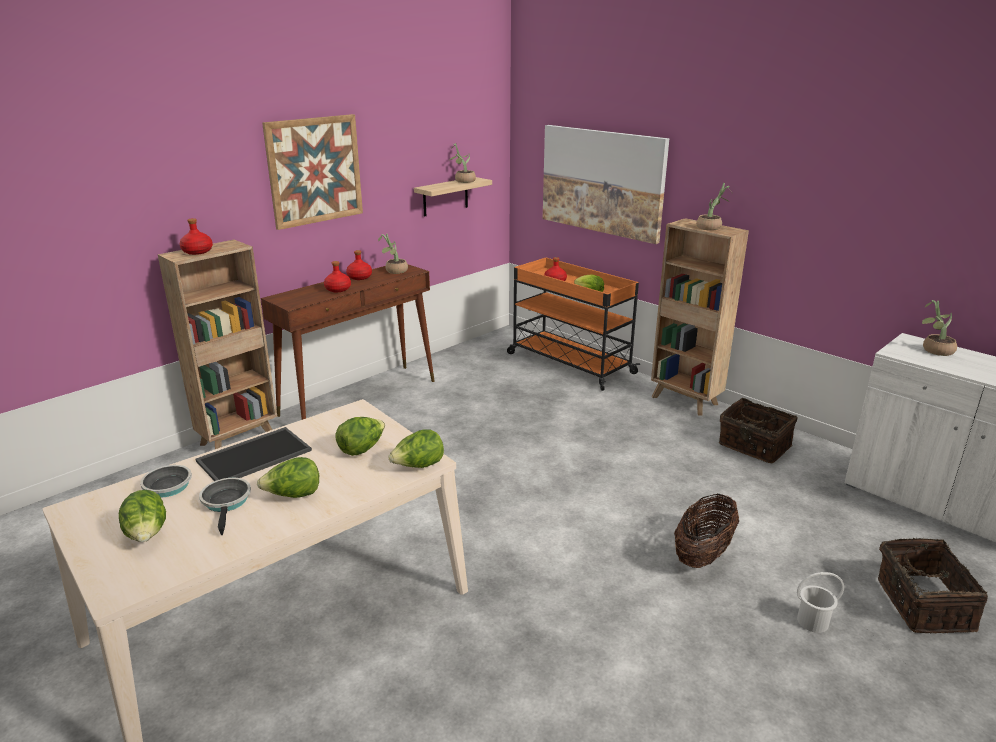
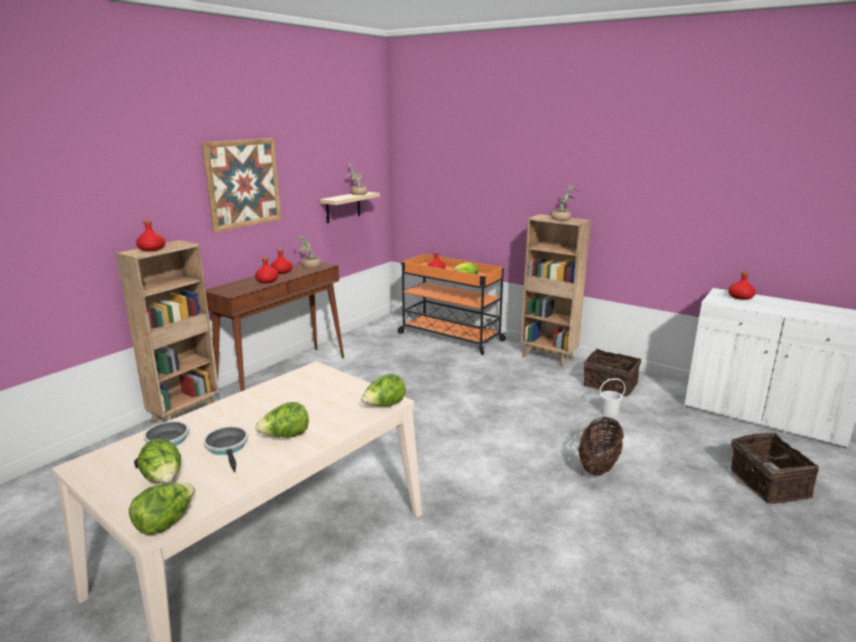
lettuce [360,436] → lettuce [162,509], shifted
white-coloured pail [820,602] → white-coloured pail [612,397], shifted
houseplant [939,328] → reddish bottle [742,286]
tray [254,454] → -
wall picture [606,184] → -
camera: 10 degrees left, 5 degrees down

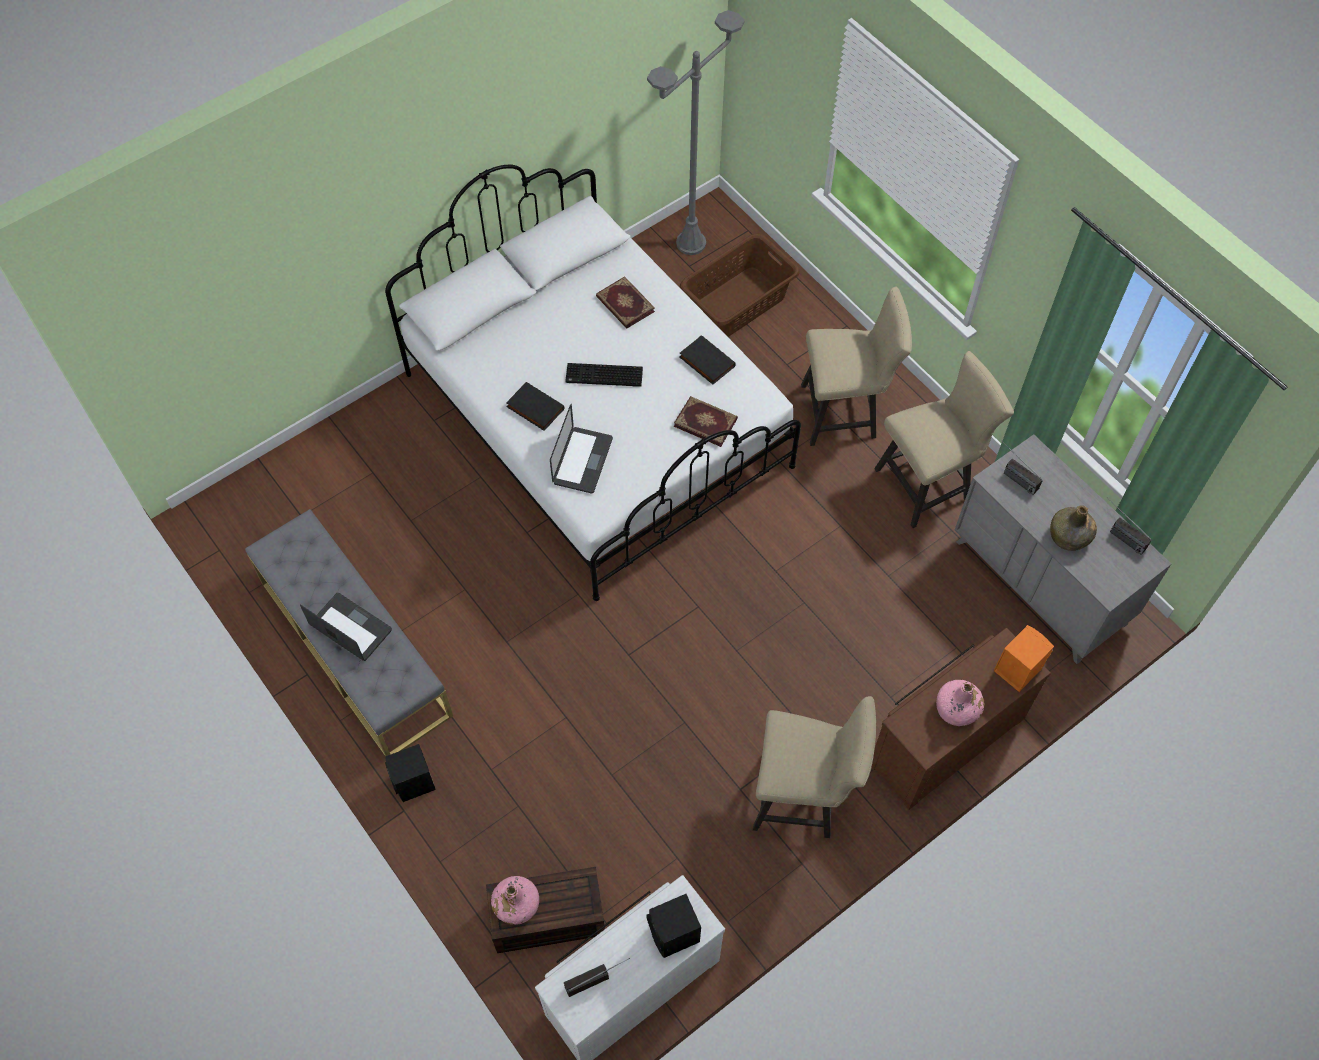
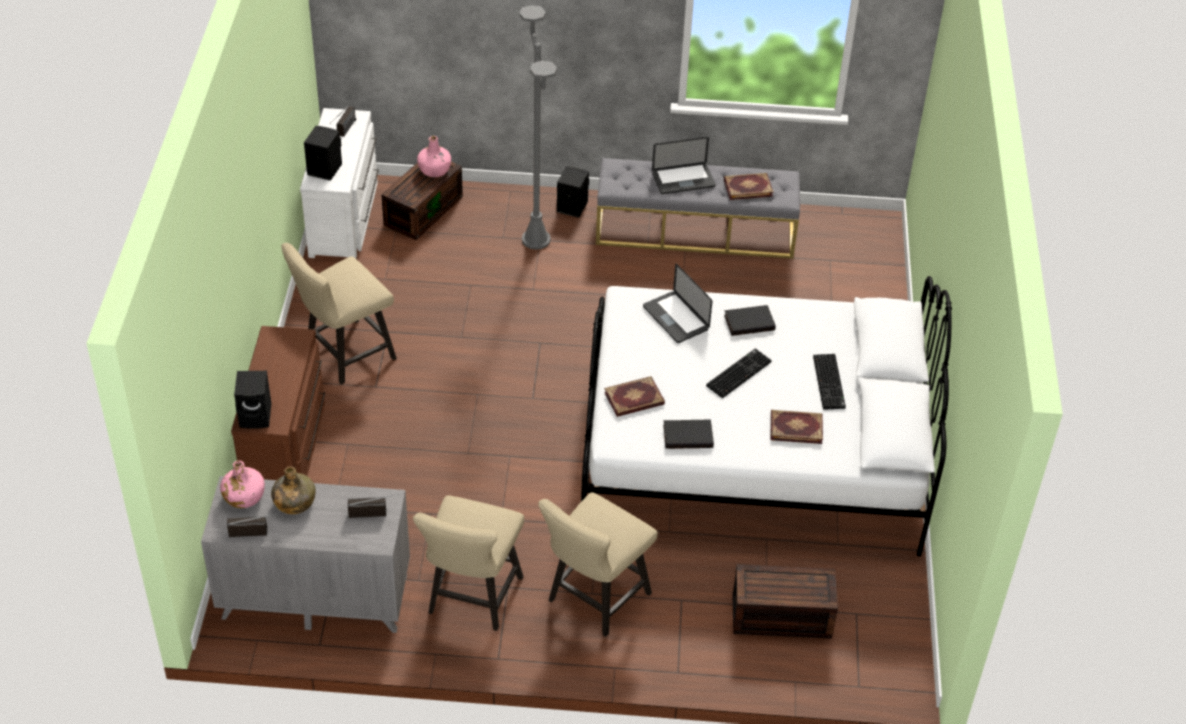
pink bottle [960,703] → pink bottle [242,484], shifted
orangey speaker [1024,658] → black speaker [252,400]
gray floor lamp [696,132] → gray floor lamp [538,127], shifted
- → bound book [749,186]
brownish hamper [740,285] → brownish storage container [785,601]
- → keyboard [829,382]
camera: 130 degrees right, 15 degrees down

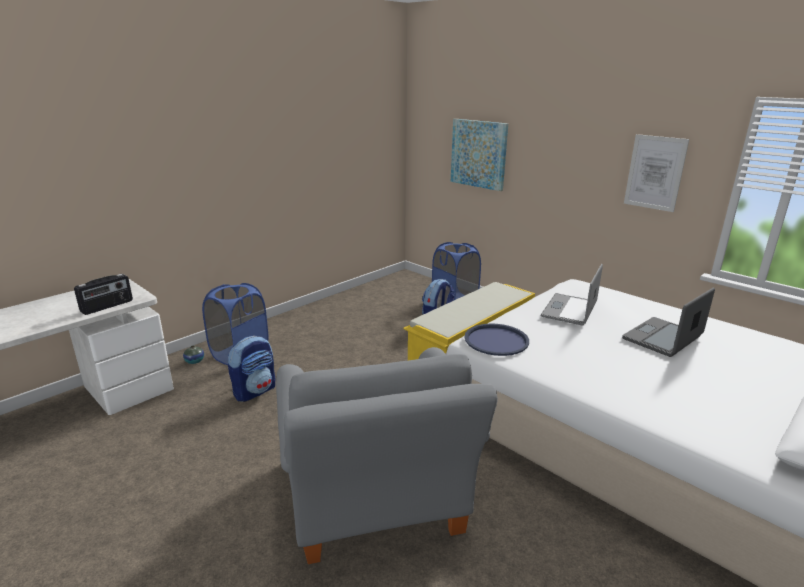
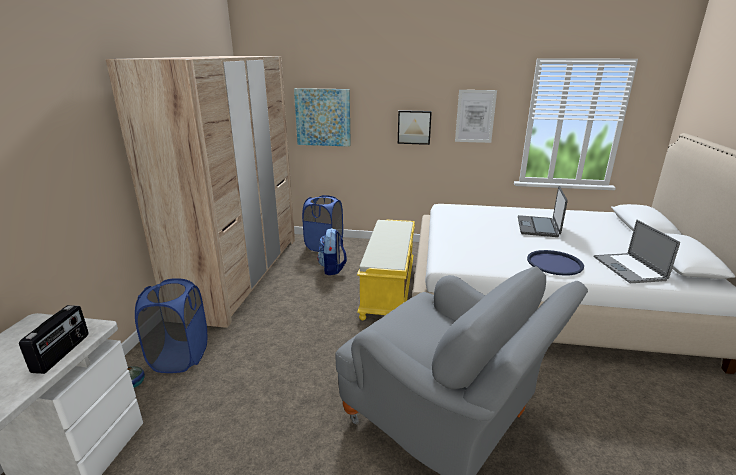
- → beige-coloured clothes cupboard [200,192]
- → wall picture [415,127]
blue-coloured tray [497,339] → blue-coloured tray [555,263], shifted
portable computer [572,295] → portable computer [636,251], shifted
backpack [252,369] → -
camera: 35 degrees left, 0 degrees up

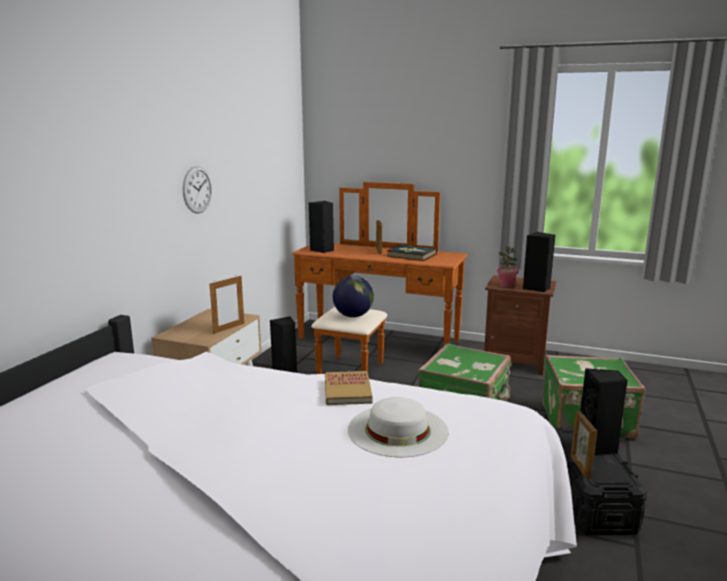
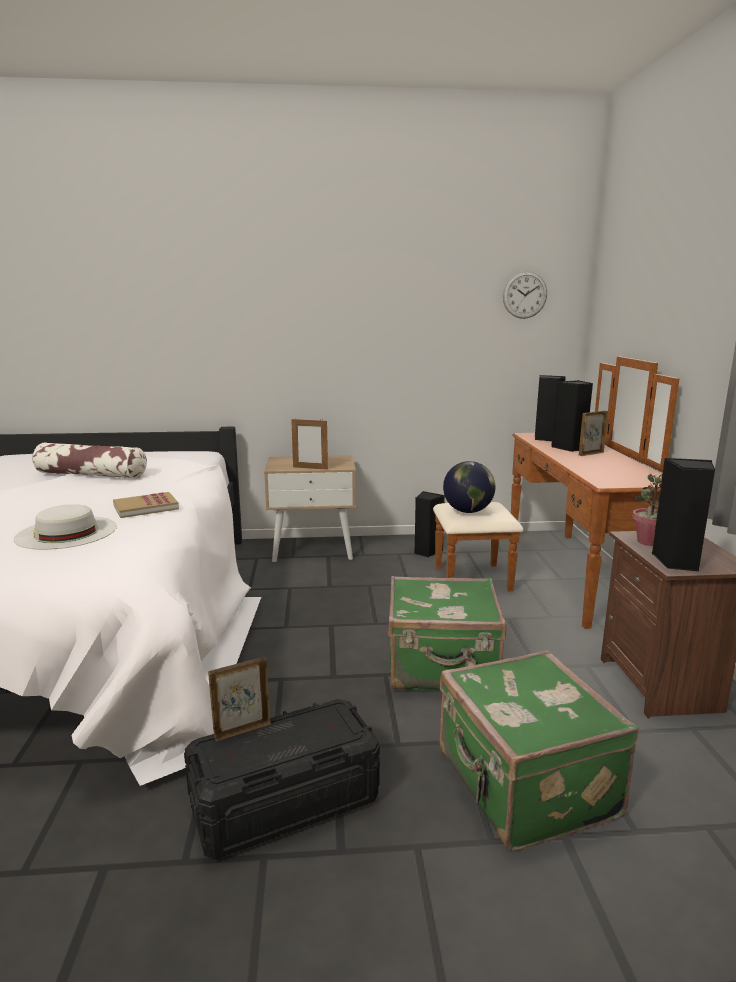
- → throw pillow [89,460]
hanging clock [197,190] → hanging clock [525,295], shifted
black speaker [604,412] → black speaker [572,416], shifted
bound book [412,253] → -
camera: 65 degrees right, 0 degrees up

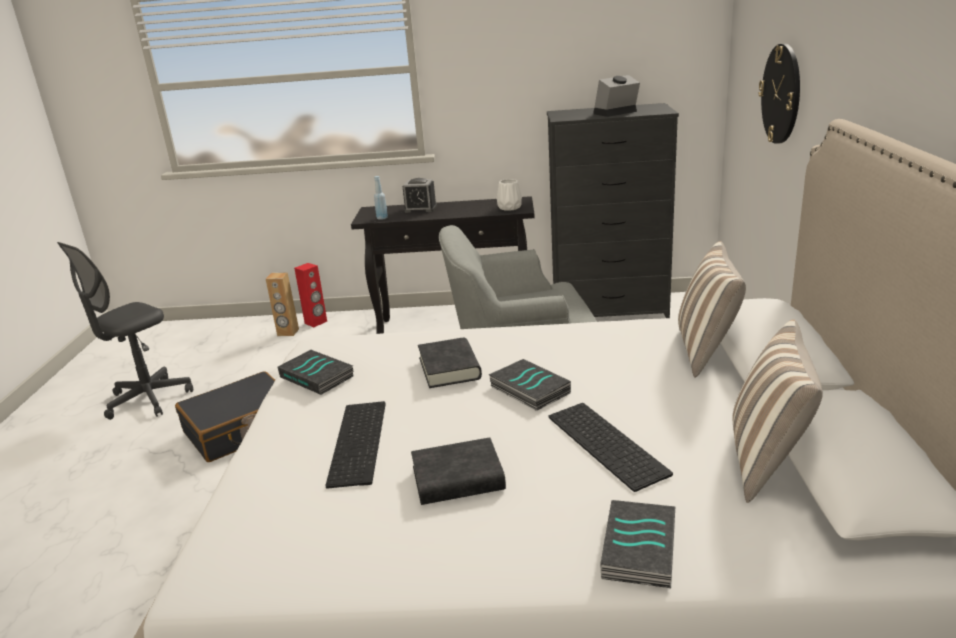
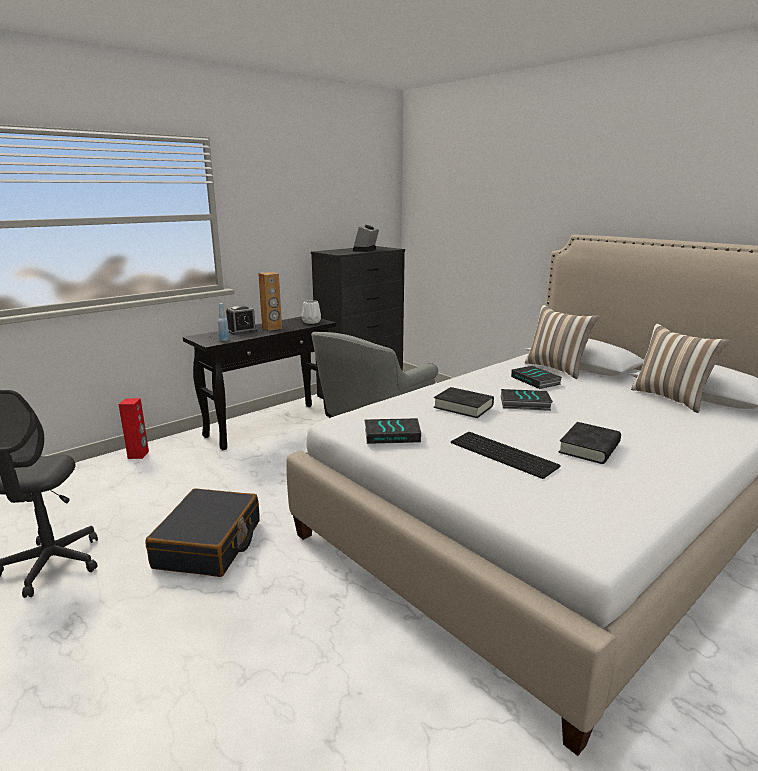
brownish speaker [282,304] → brownish speaker [270,301], shifted
bound book [637,544] → bound book [536,377], shifted
keyboard [611,447] → -
hanging clock [779,94] → -
camera: 45 degrees left, 5 degrees down

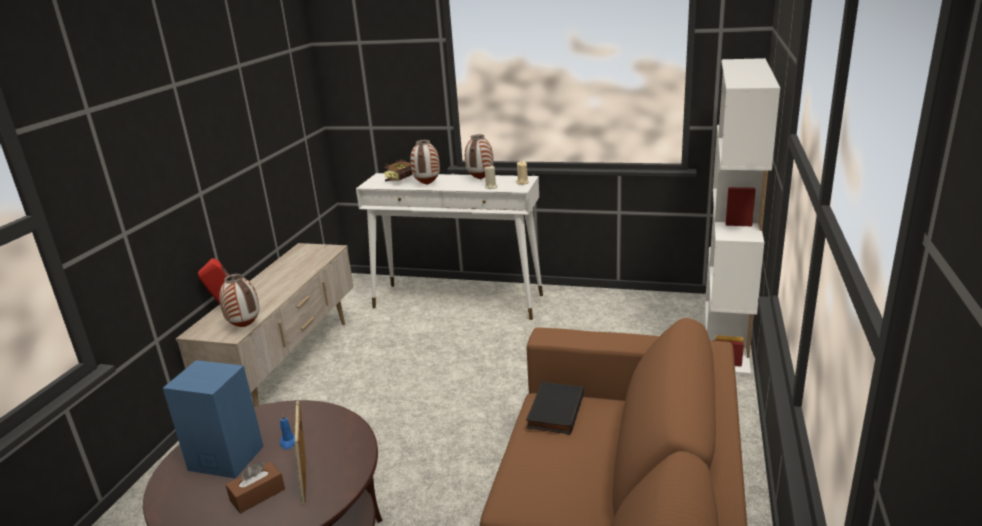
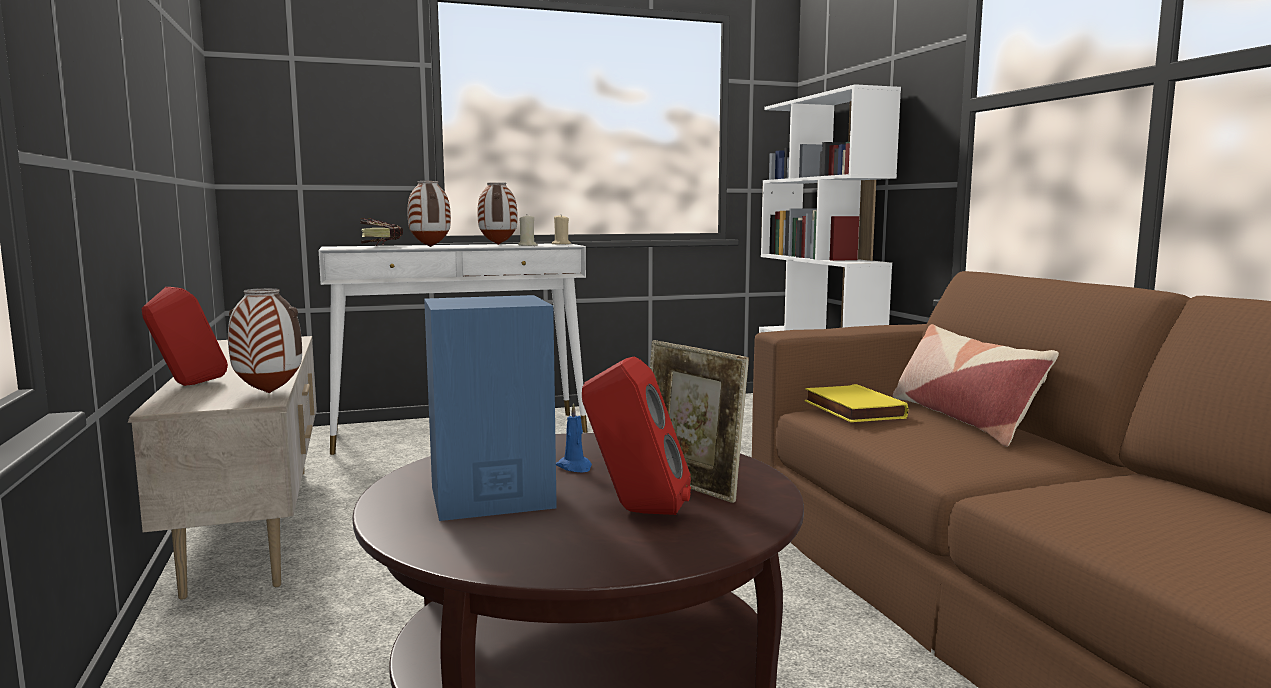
brownish tissue box [255,487] → reddish speaker [636,436]
black bound book [555,408] → yellow-coloured bound book [856,403]
- → throw pillow [976,385]
camera: 35 degrees left, 15 degrees down

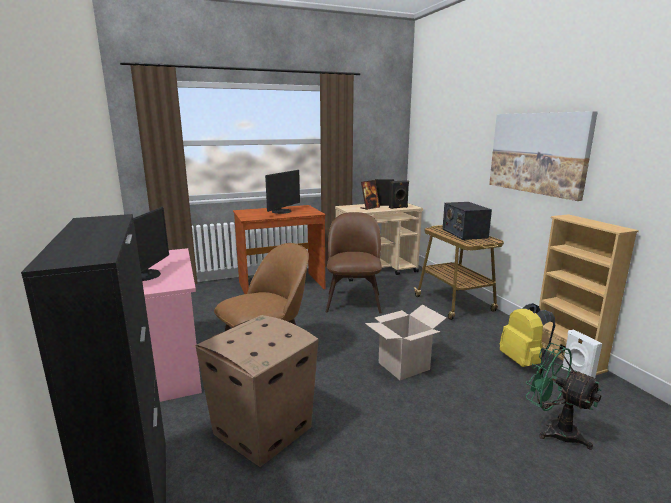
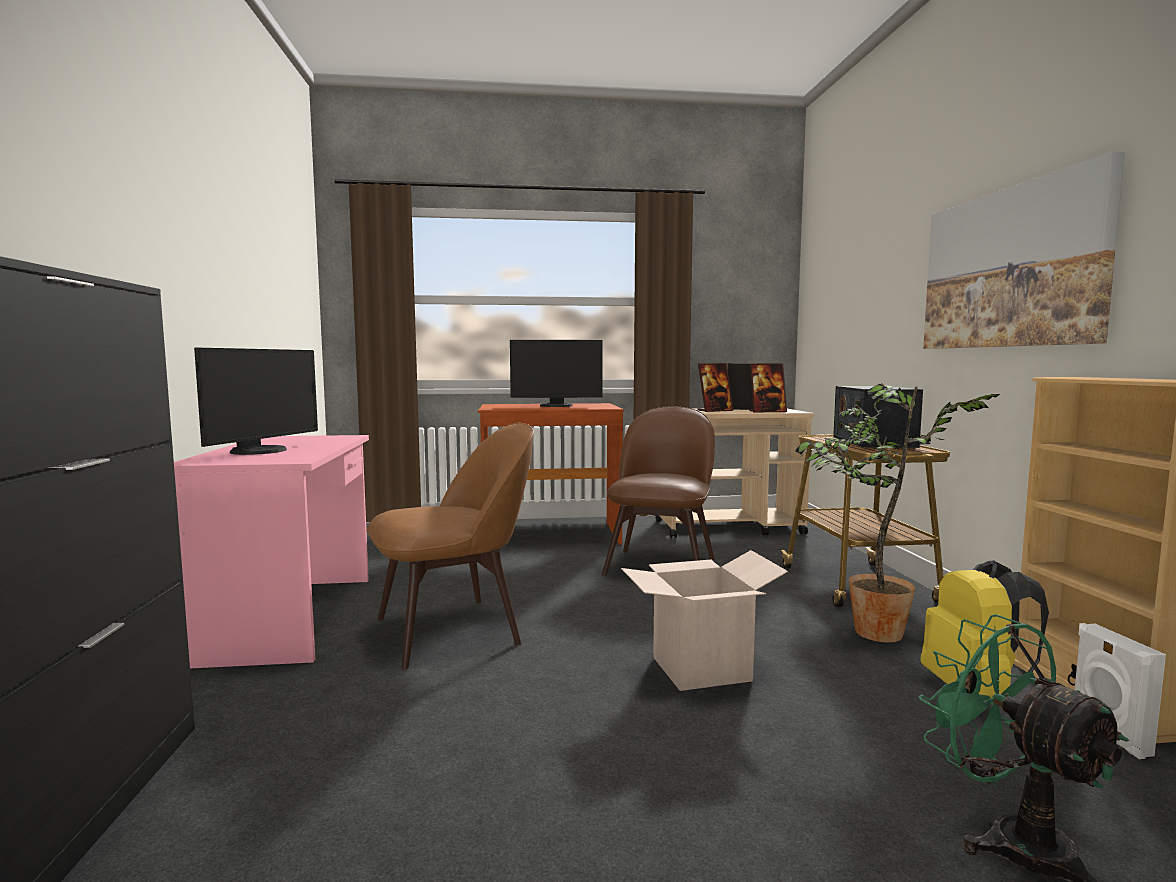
monitor [282,192] → monitor [556,373], 45 degrees clockwise
black speaker [399,194] → standing frame [768,387]
- → houseplant [897,512]
carton [257,391] → -
camera: 15 degrees right, 10 degrees down

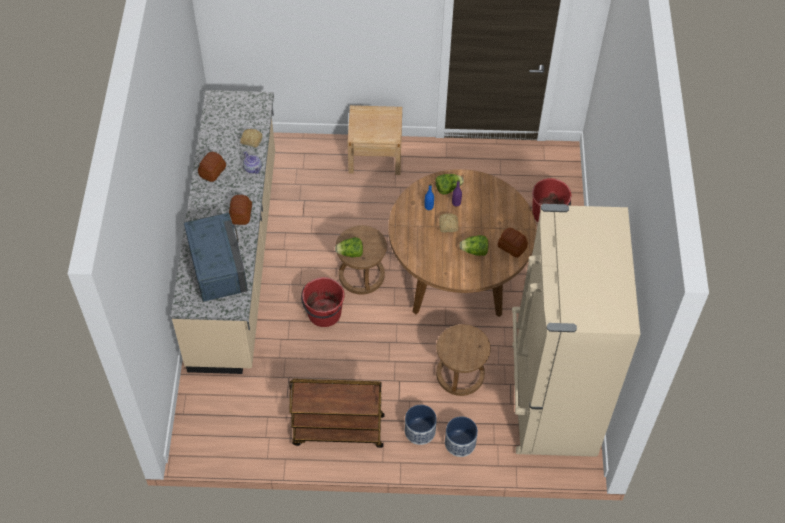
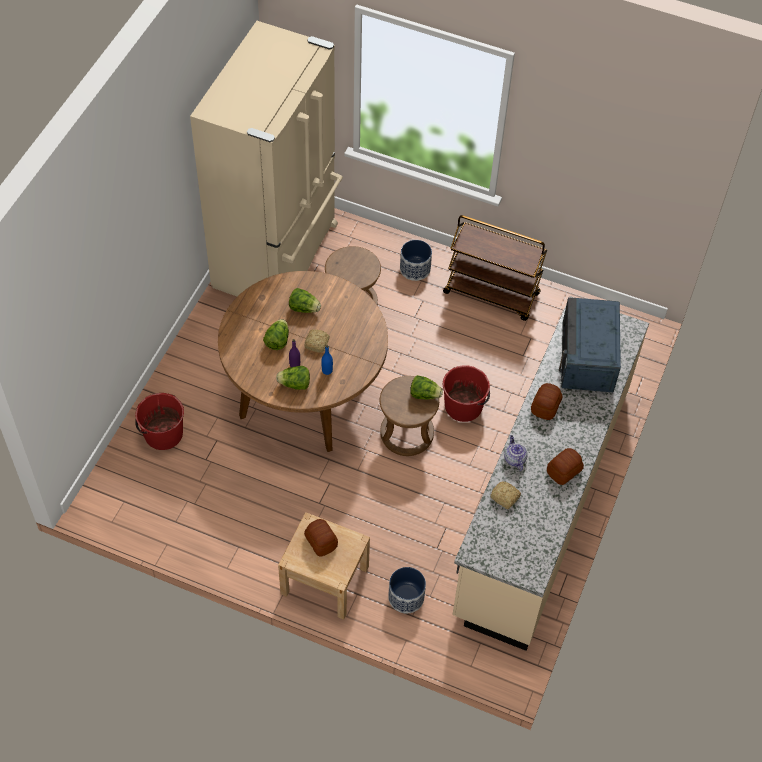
- → lettuce [276,334]
bread [513,243] → bread [321,538], shifted
plant pot [461,436] → plant pot [407,590], shifted
camera: 160 degrees left, 0 degrees up

